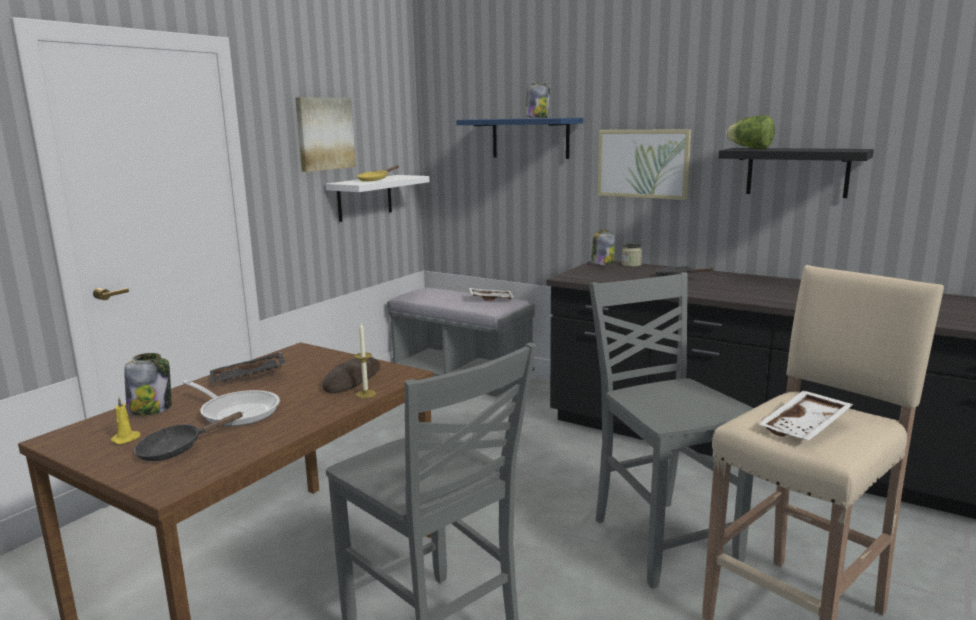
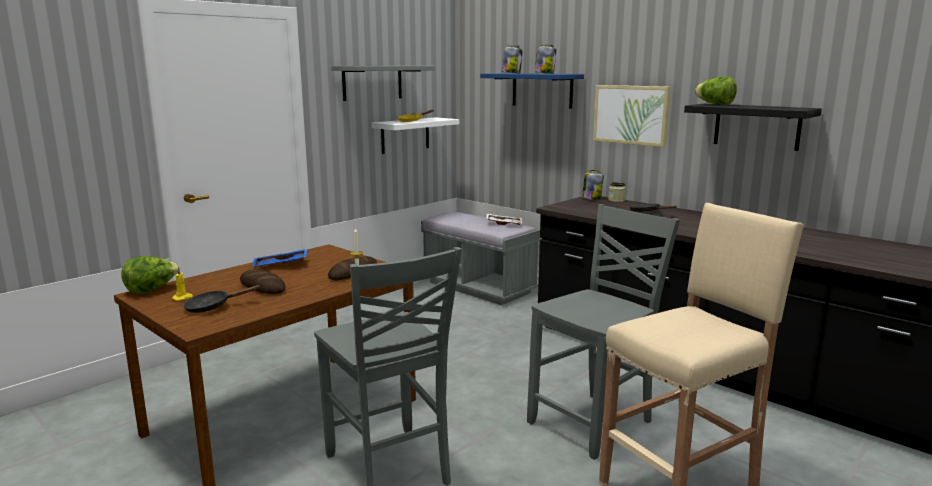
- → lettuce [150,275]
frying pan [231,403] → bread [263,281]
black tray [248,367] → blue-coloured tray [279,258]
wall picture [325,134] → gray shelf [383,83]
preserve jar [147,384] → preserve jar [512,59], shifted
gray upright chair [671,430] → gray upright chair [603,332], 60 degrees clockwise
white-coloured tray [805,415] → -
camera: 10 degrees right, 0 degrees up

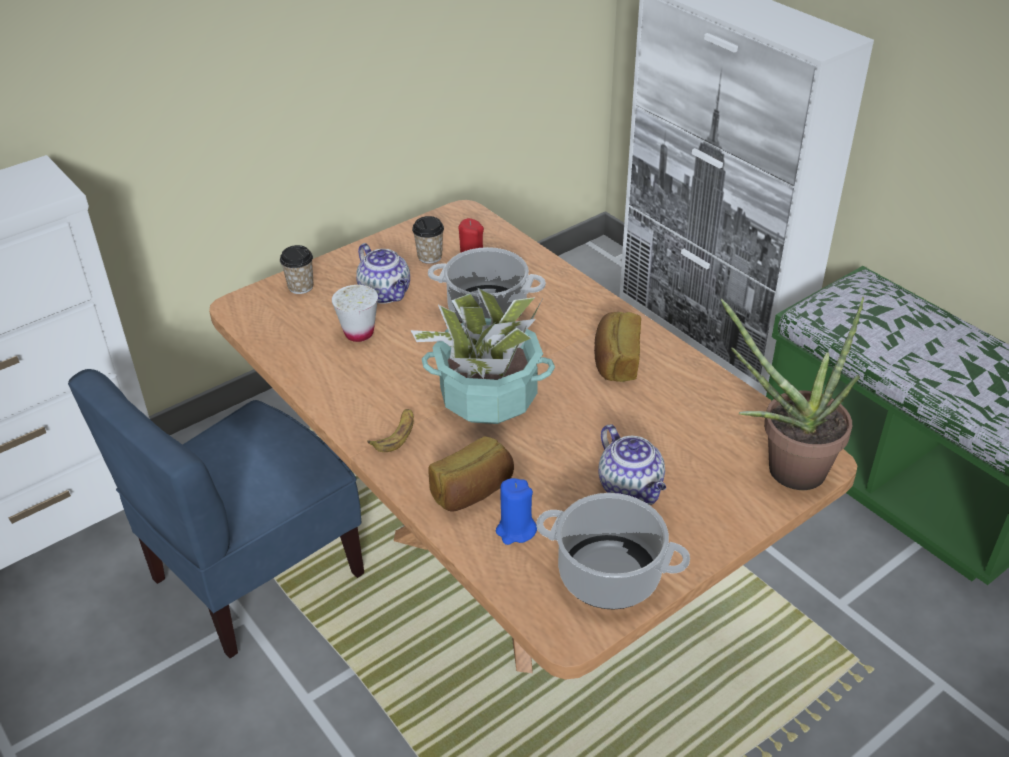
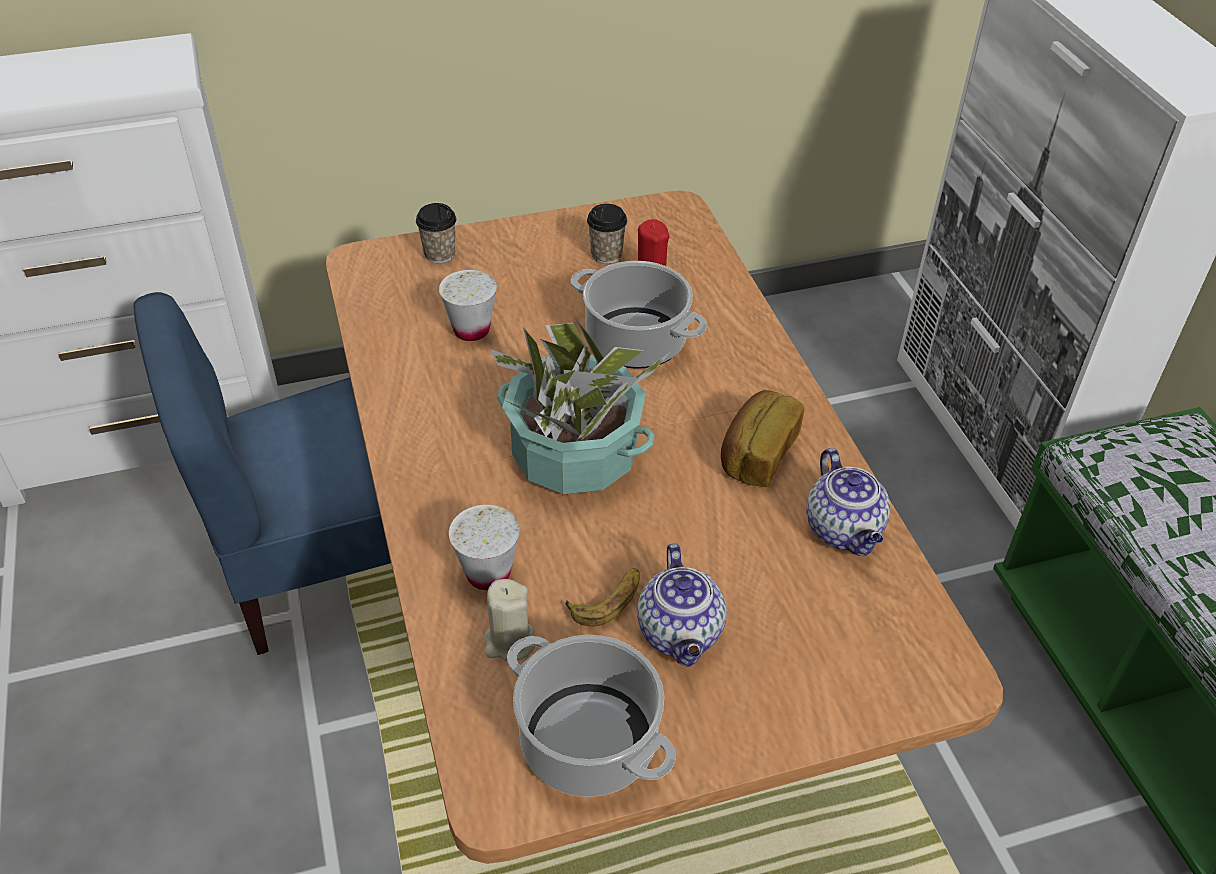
bread [471,474] → white-coloured small cup [484,547]
blue-coloured wax light [516,511] → beige-coloured wax light [509,620]
banana [390,430] → banana [602,597], shifted
teapot [383,273] → teapot [848,502], shifted
houseplant [792,393] → -
camera: 20 degrees right, 5 degrees up

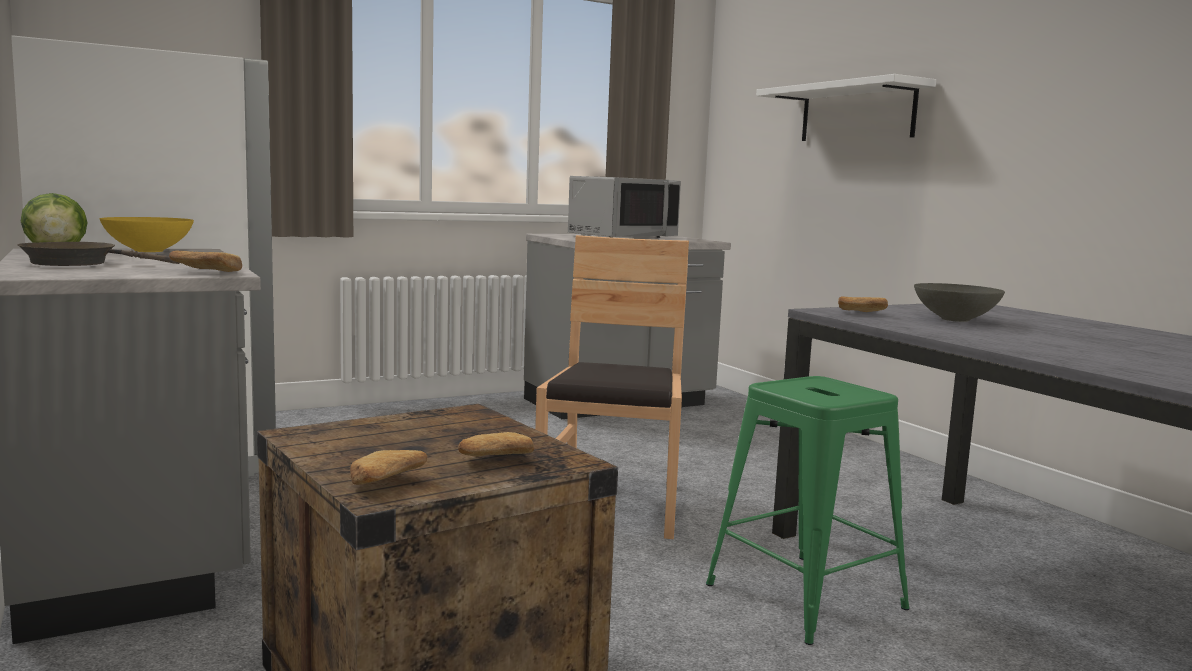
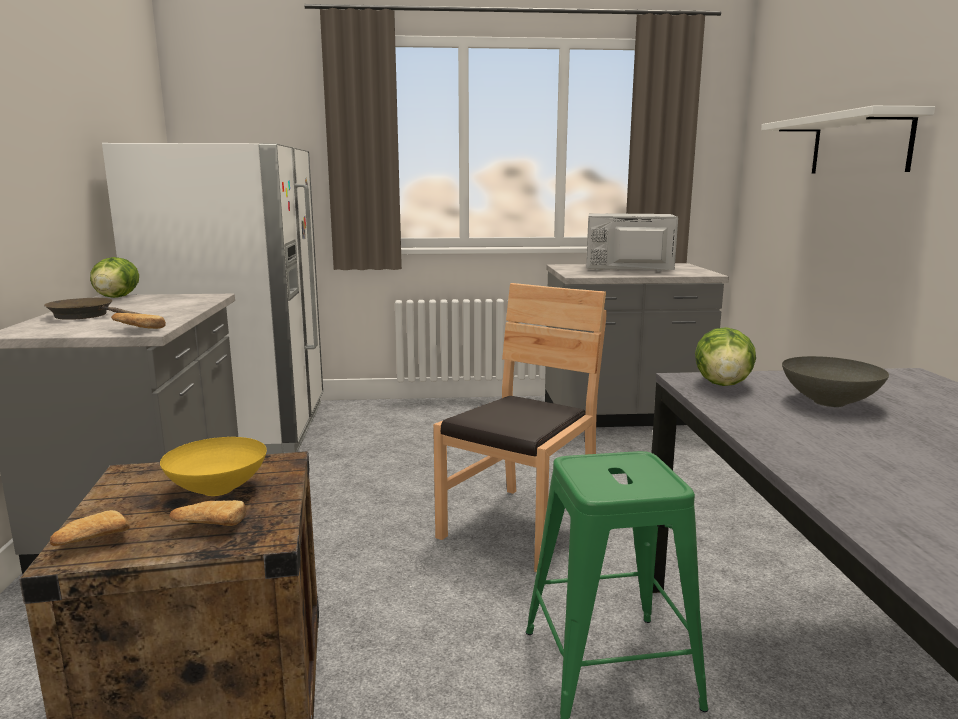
yellow-coloured bowl [147,234] → yellow-coloured bowl [213,466], shifted
gray kitchen microwave [624,207] → gray kitchen microwave [632,242], 150 degrees counterclockwise
bread [863,304] → lettuce [725,356]
camera: 25 degrees right, 5 degrees up

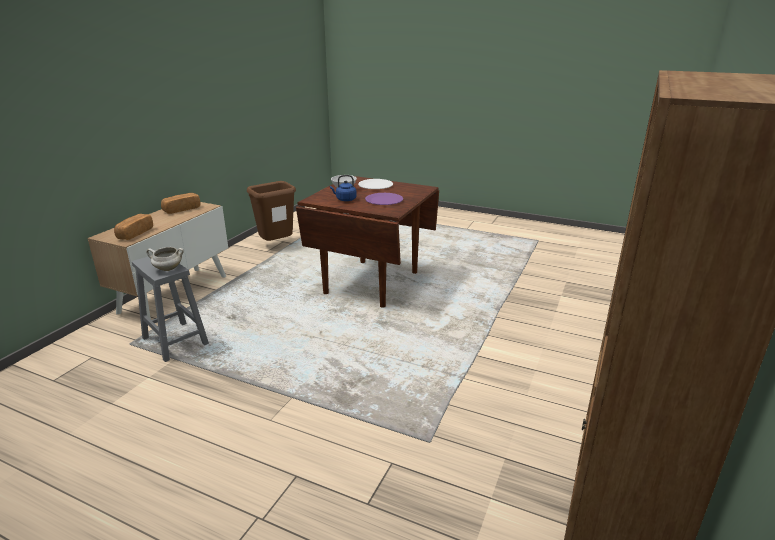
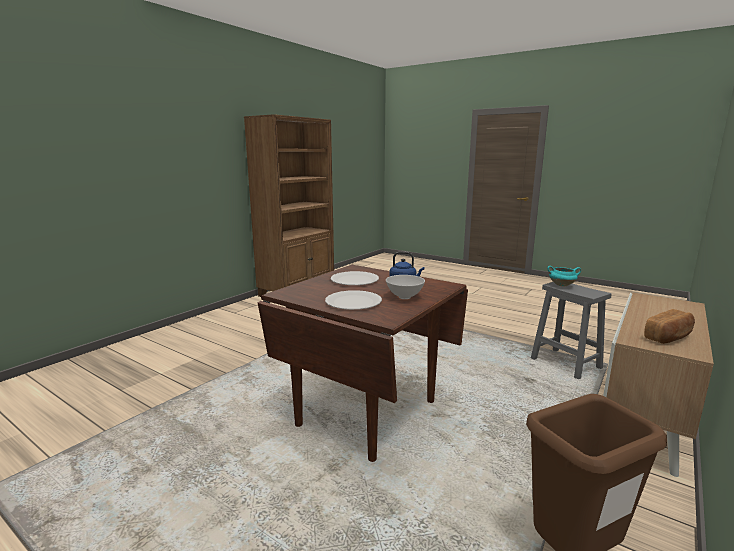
purple flat dish [384,199] → white-coloured flat dish [355,278]
white-coloured cooking pot [165,259] → turquoise-coloured cooking pot [564,276]
bread [133,227] → -
camera: 170 degrees left, 10 degrees down

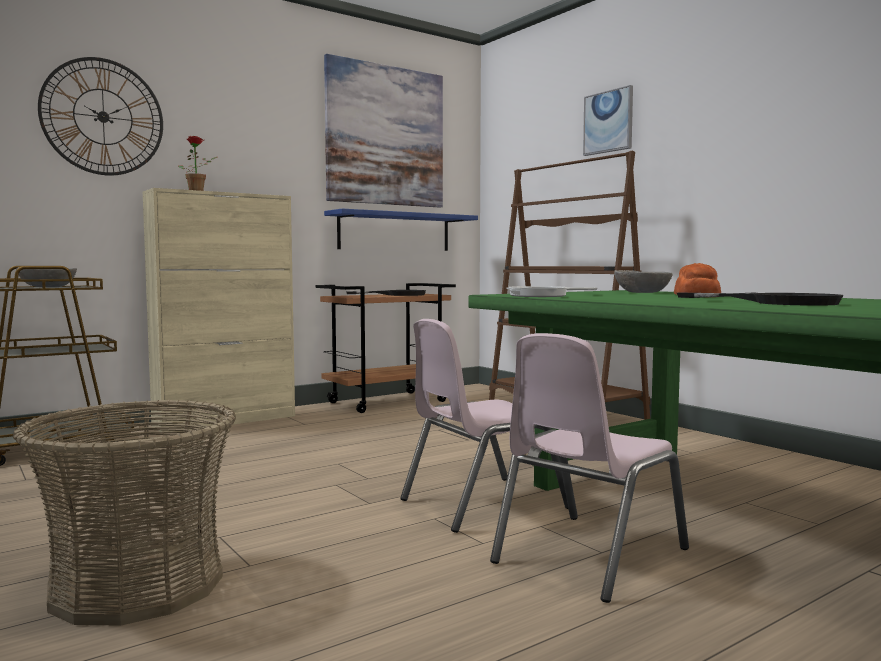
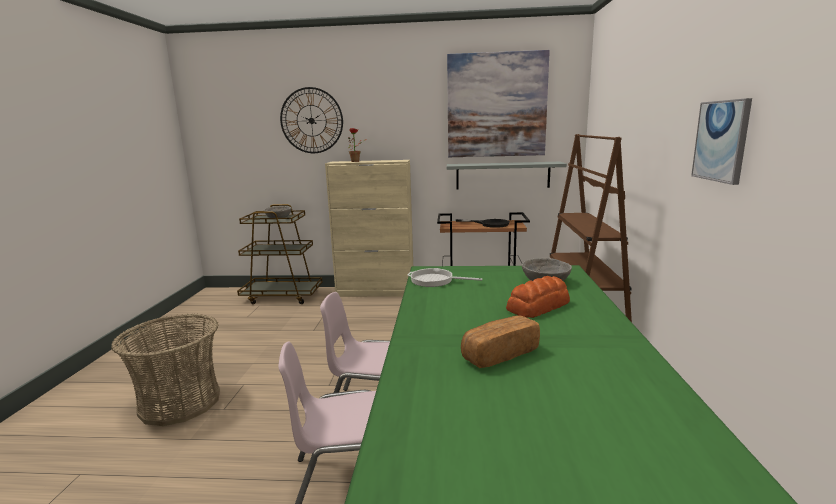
blue-coloured shelf [401,230] → gray shelf [507,175]
black frying pan [760,299] → bread [500,341]
wall picture [608,120] → wall picture [721,141], shifted
camera: 40 degrees right, 10 degrees up

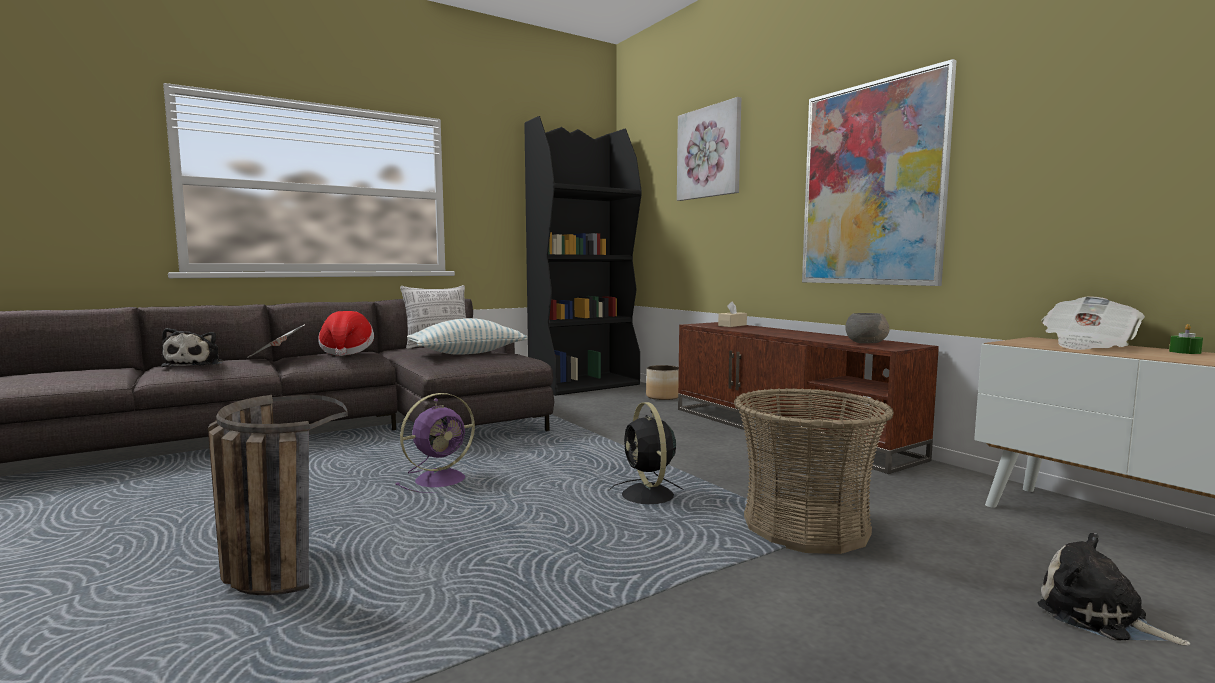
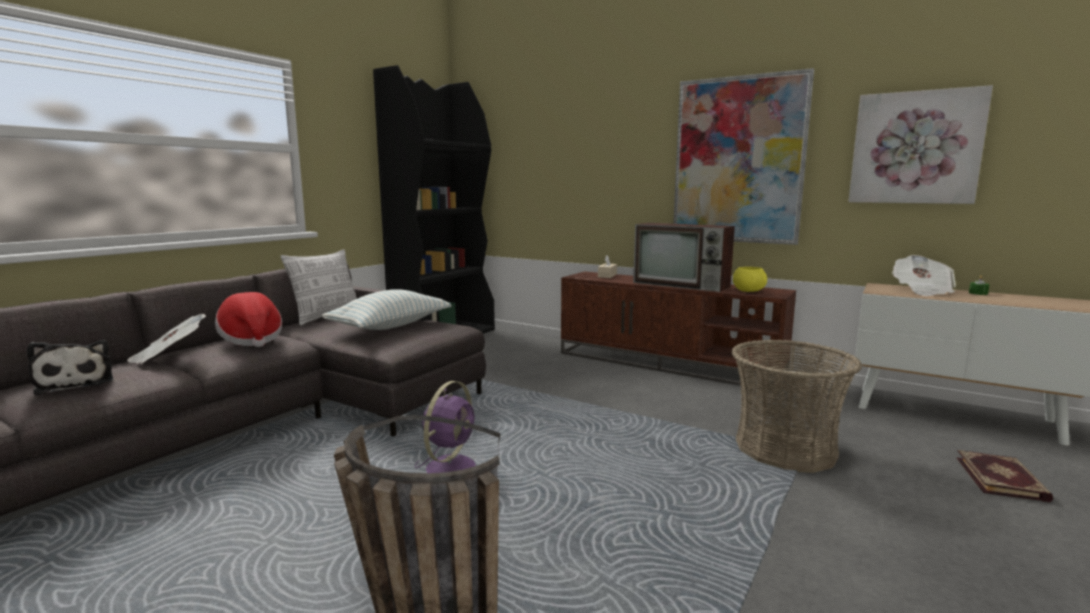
- → TV set [684,257]
gray bowl [867,328] → yellow-coloured bowl [750,279]
wall picture [709,149] → wall picture [920,144], shifted
soft toy [1113,589] → bound book [1004,476]
black fan [646,453] → -
plant pot [662,382] → -
camera: 25 degrees left, 5 degrees up

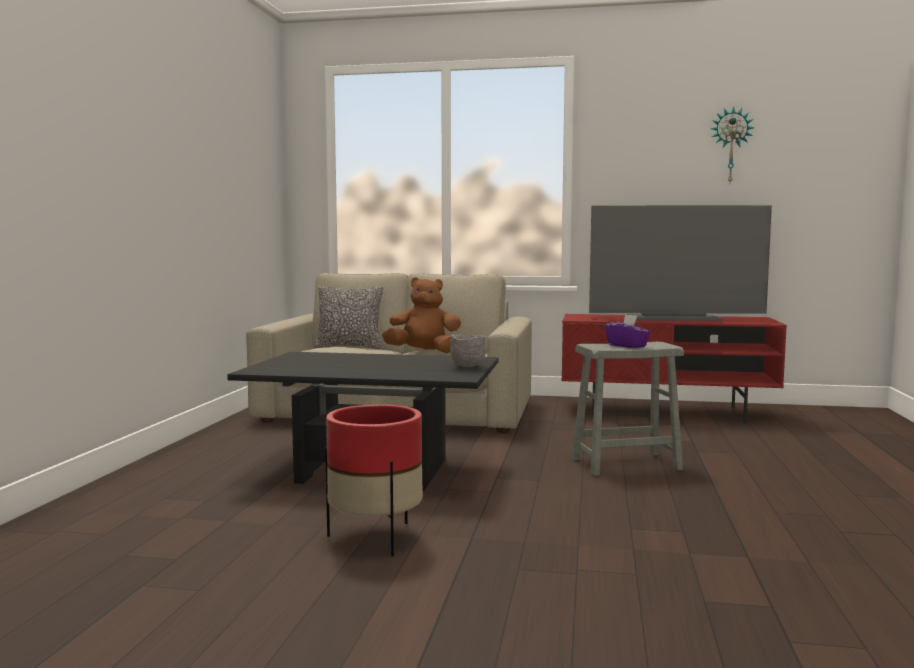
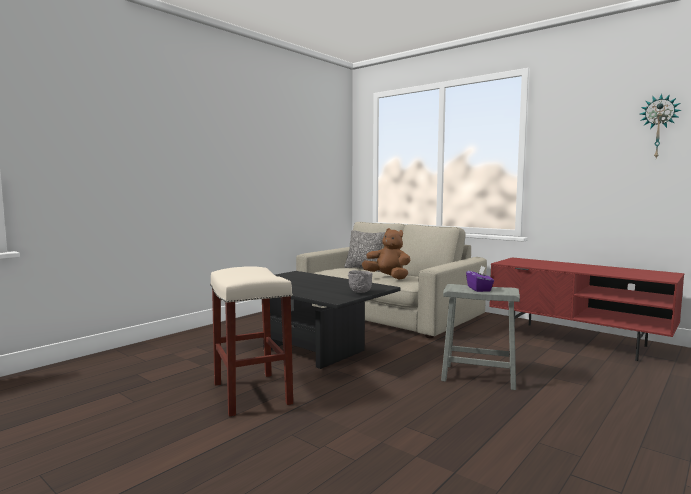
reddish plant pot [374,480] → beige-coloured sitting stool [251,341]
TV set [680,263] → -
camera: 30 degrees right, 0 degrees up

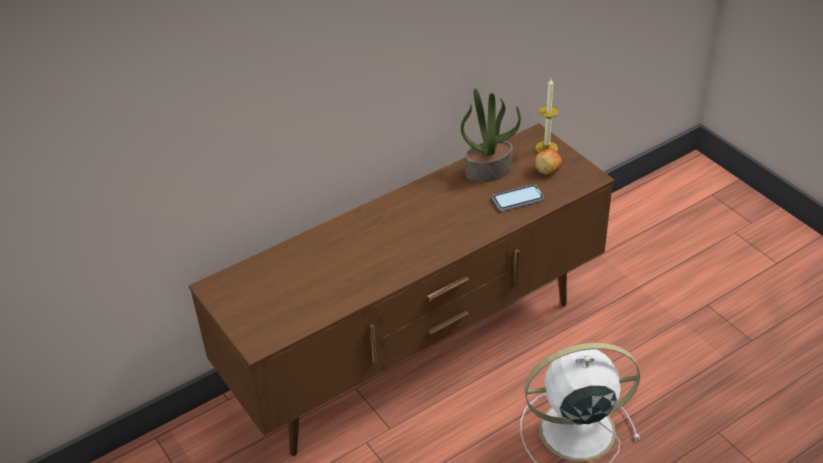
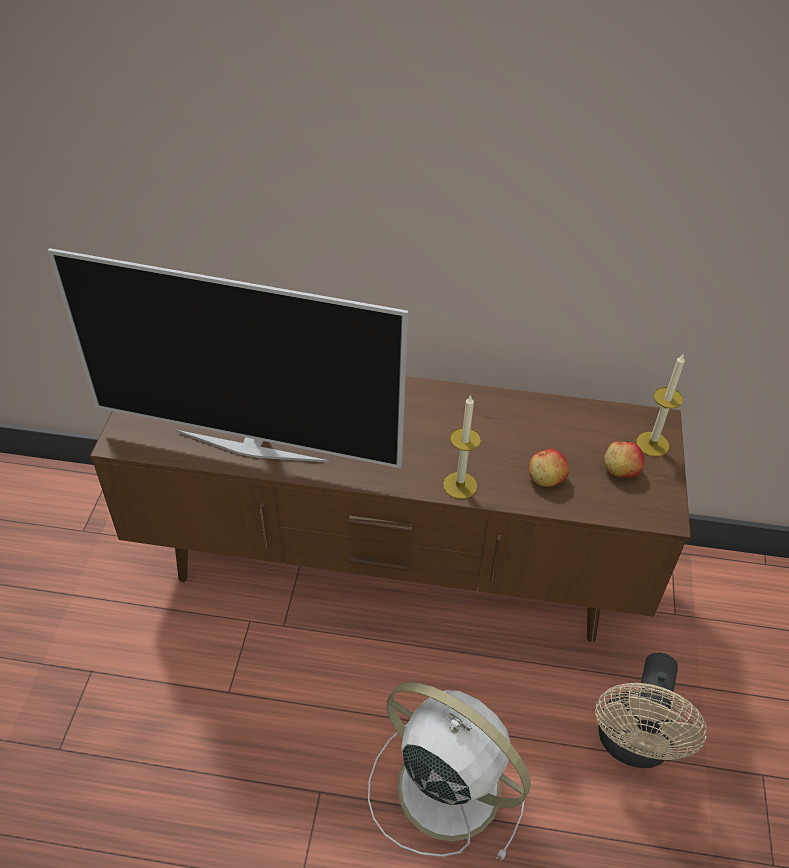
- → TV set [228,358]
- → wax light [462,447]
phone [518,198] → whole apple [548,468]
- → beige-coloured fan [651,710]
houseplant [491,135] → -
camera: 40 degrees right, 5 degrees up

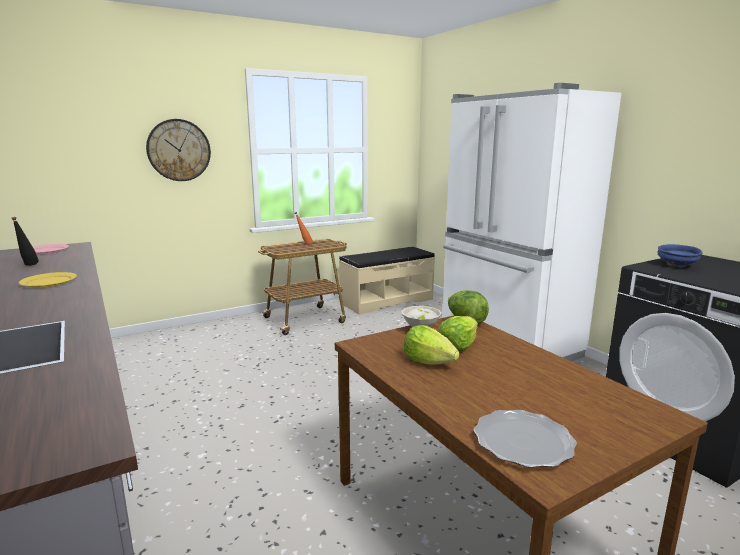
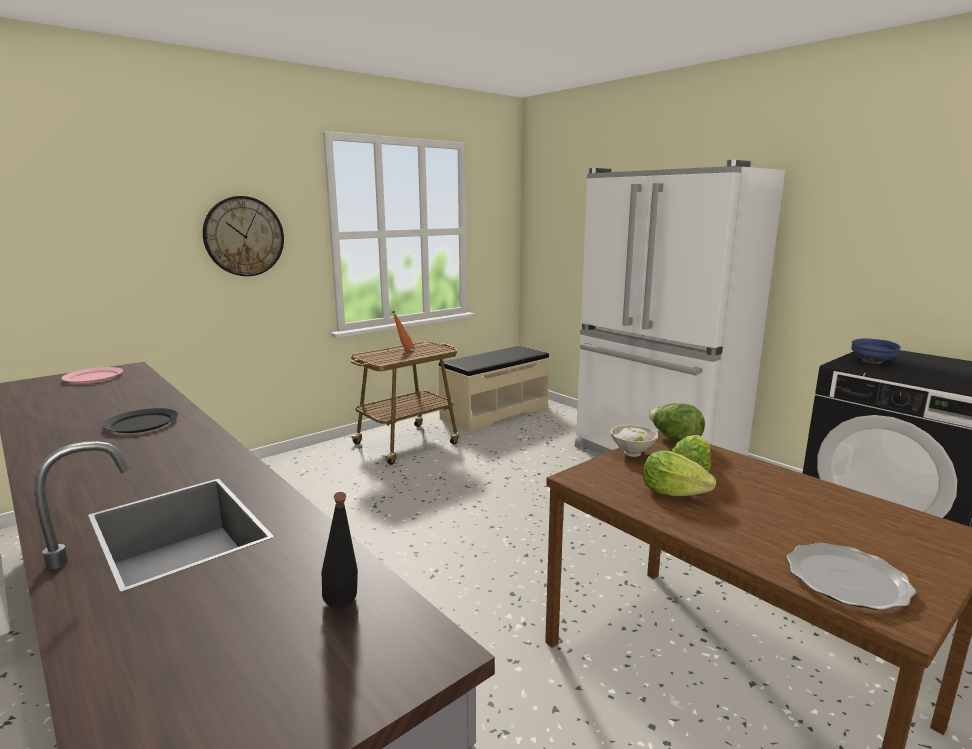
yellow-coloured flat dish [48,280] → black flat dish [140,420]
black bottle [25,241] → black bottle [340,550], shifted
camera: 10 degrees left, 0 degrees up

